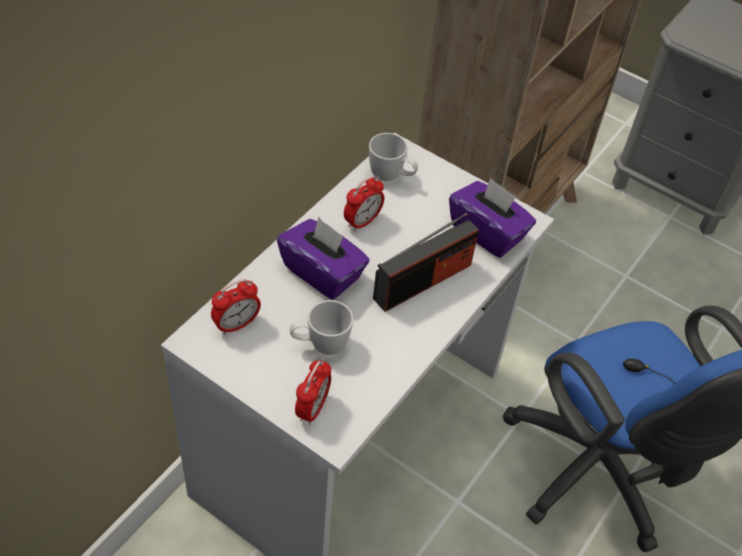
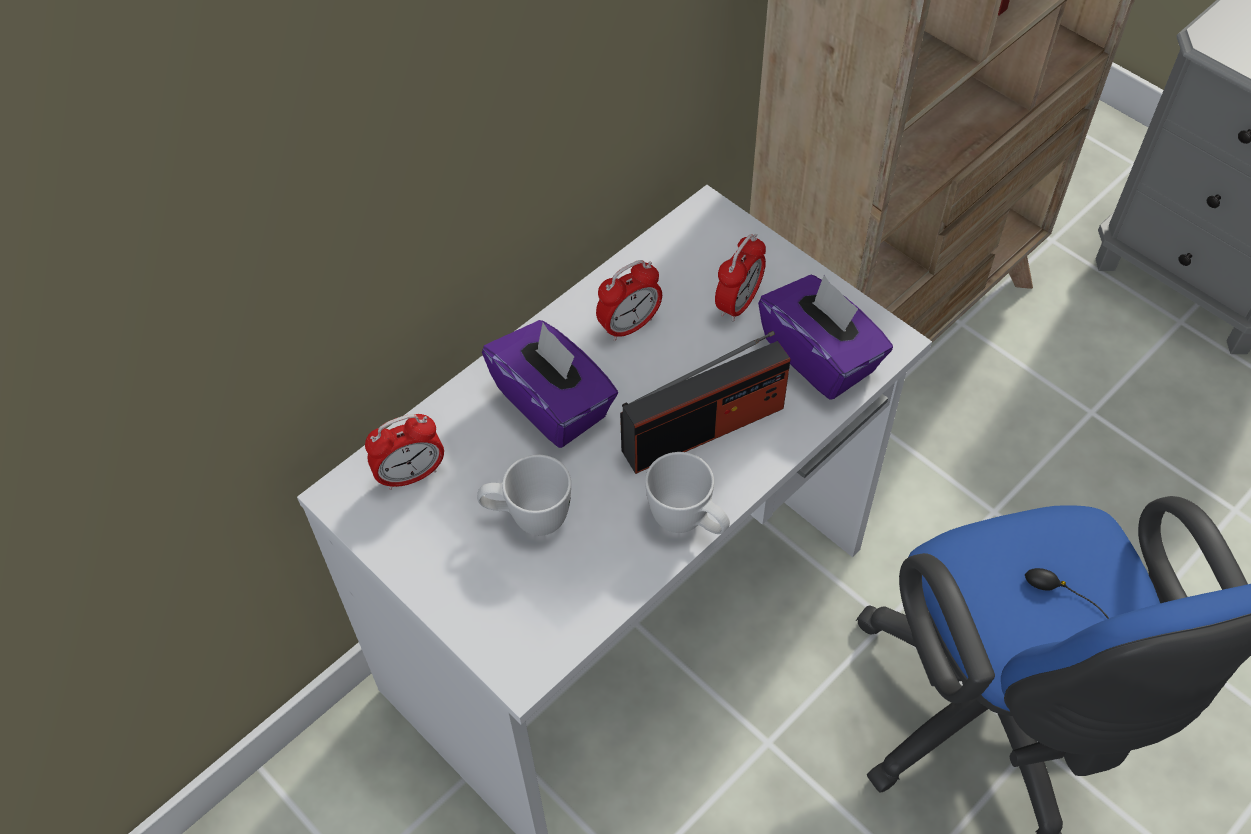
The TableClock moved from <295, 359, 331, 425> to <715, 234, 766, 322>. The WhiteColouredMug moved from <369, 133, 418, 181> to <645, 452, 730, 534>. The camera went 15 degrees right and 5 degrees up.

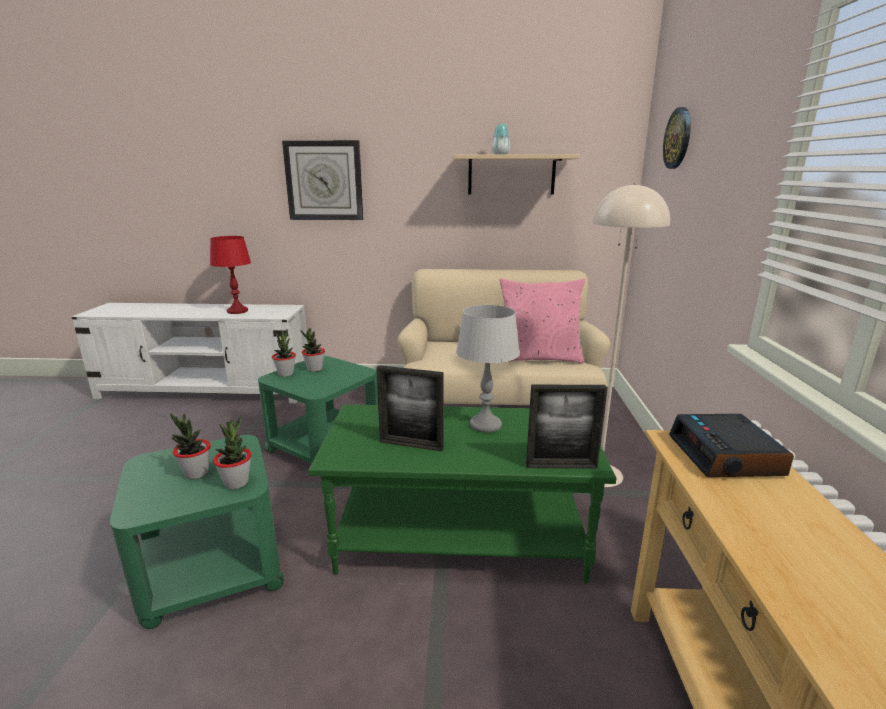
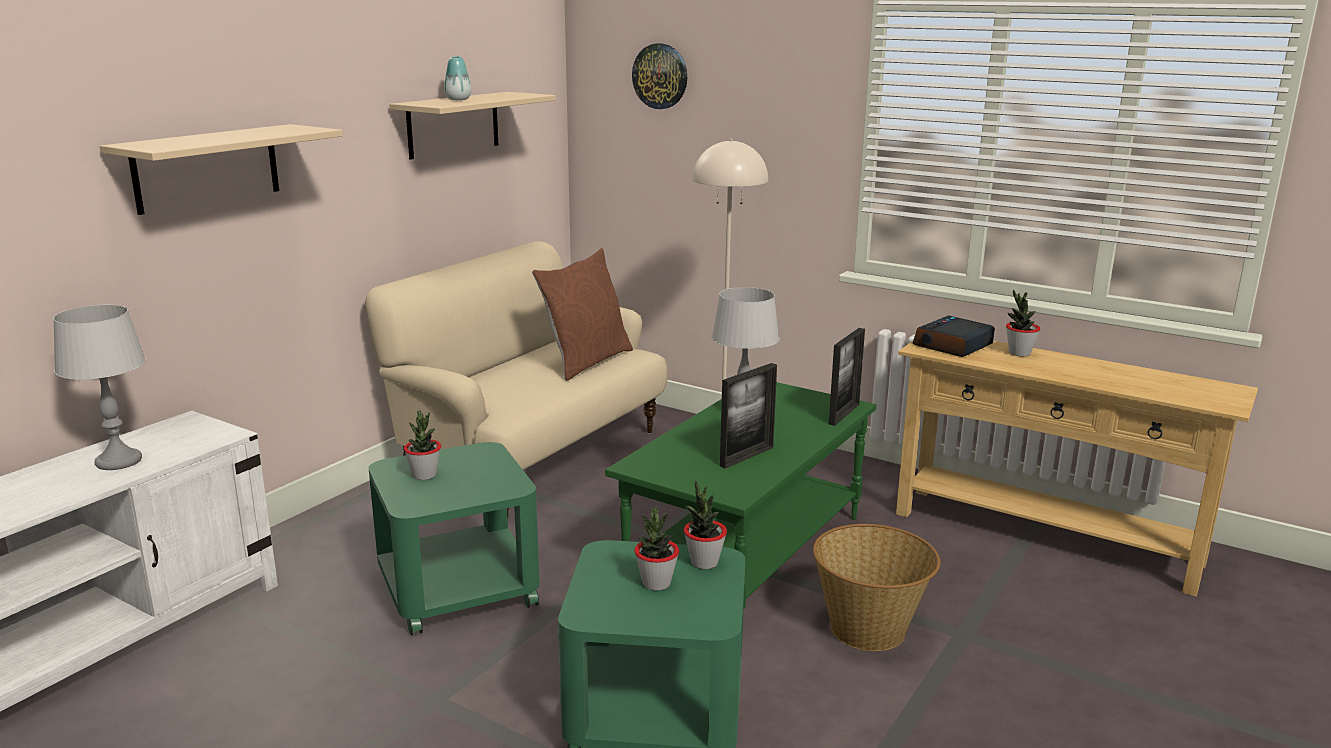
The HouseholdBasket at <813, 524, 940, 651> appeared. The PottedPlant moved from <272, 329, 296, 377> to <1006, 290, 1040, 357>. The HangingClock at <282, 140, 363, 220> was replaced by the BeigeColouredBracketShelf at <100, 124, 343, 215>. The ReddishTableLamp at <210, 236, 251, 314> became the GreyTableLamp at <53, 305, 146, 470>. The PinkCushion at <499, 278, 585, 364> became the BrownColouredCushion at <532, 248, 633, 381>. The TableClock at <669, 414, 794, 477> turned 105 degrees clockwise. The camera went 60 degrees left and 0 degrees up.

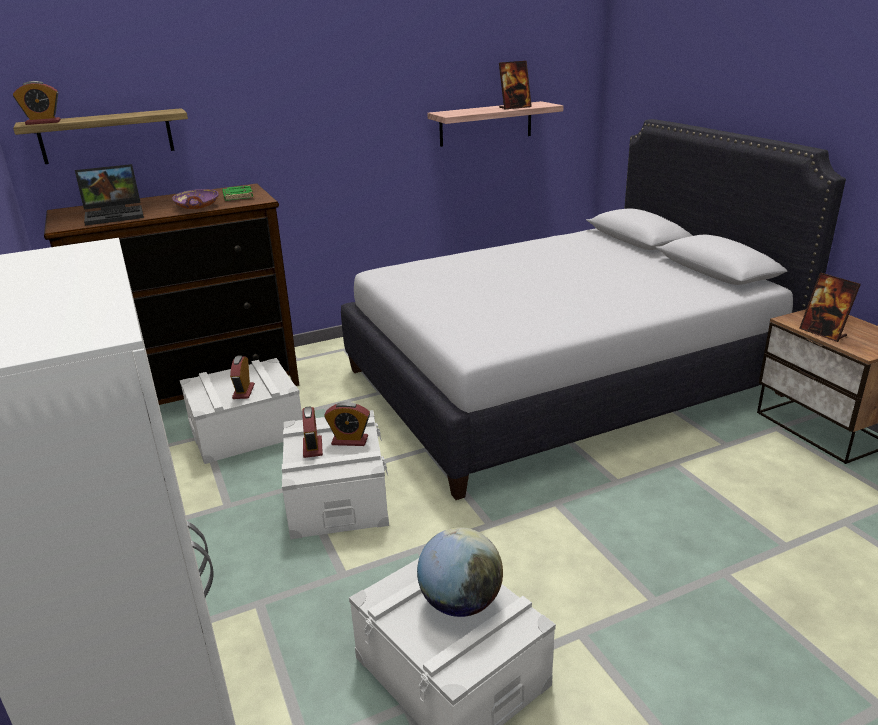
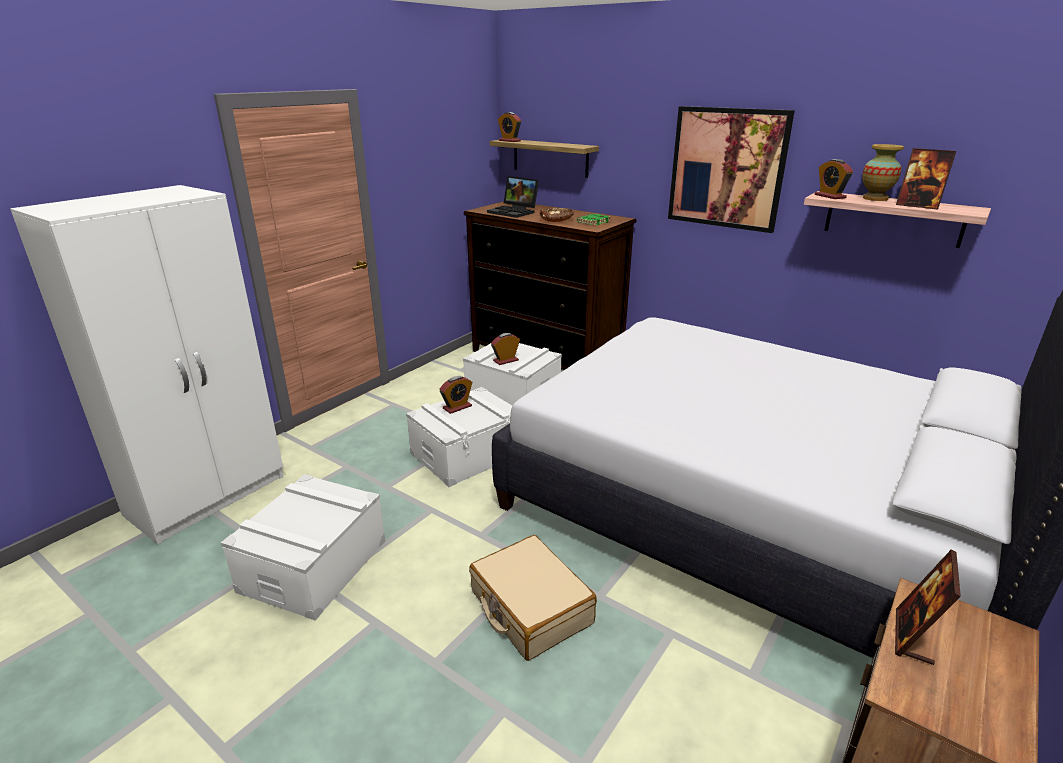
The WorldGlobe at <417, 527, 503, 617> disappeared. The BeigeColouredSuitcase at <469, 535, 597, 661> appeared. The WallArt at <668, 106, 795, 233> appeared. The Vase at <862, 144, 904, 201> appeared. The TableClock moved from <324, 402, 370, 446> to <815, 159, 853, 199>. The PurpleBowl at <172, 189, 219, 209> became the BrownColouredBowl at <540, 208, 574, 222>. The camera went 60 degrees right and 0 degrees up.

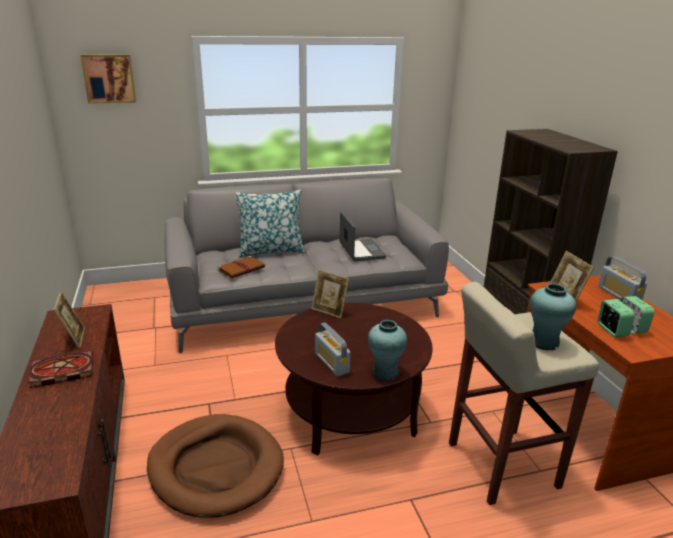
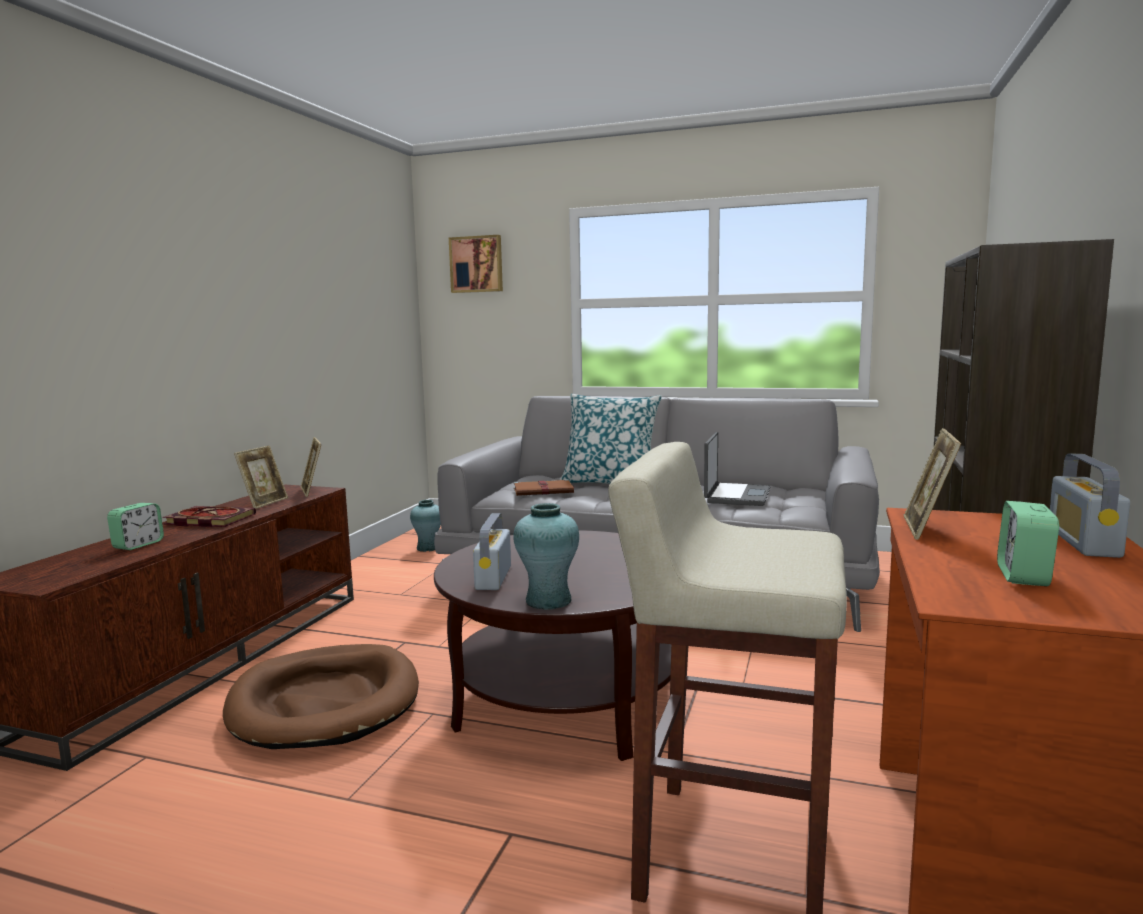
The PhotoFrame moved from <311, 270, 349, 318> to <300, 437, 321, 497>. The TurquoiseVase moved from <530, 283, 576, 350> to <410, 500, 441, 552>. The TableClock moved from <598, 299, 635, 338> to <107, 503, 164, 550>. The camera went 35 degrees right and 15 degrees down.

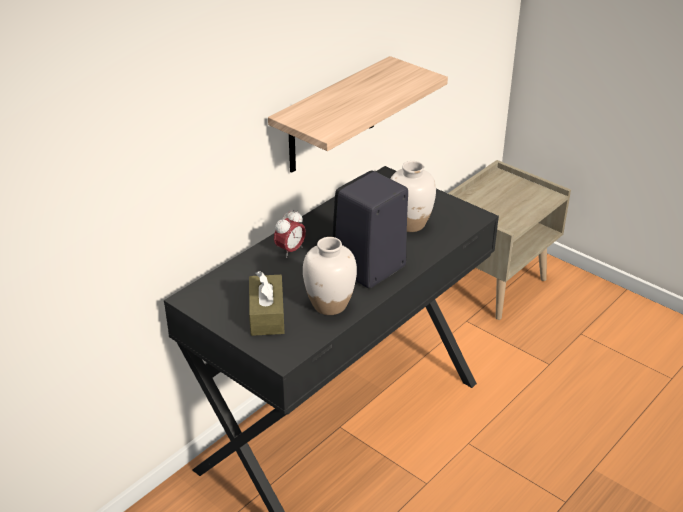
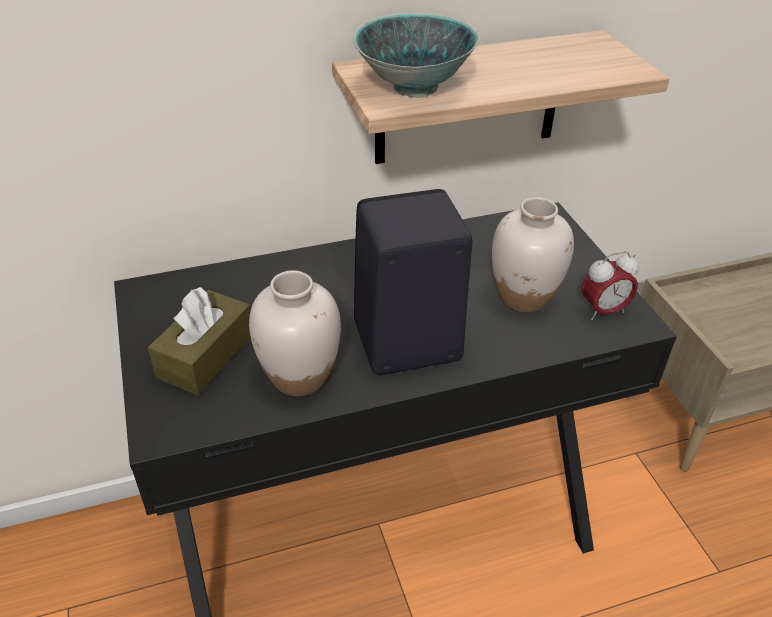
The Bowl at <353, 13, 479, 98> appeared. The TableClock moved from <274, 210, 306, 258> to <582, 251, 639, 320>. The camera went 30 degrees right and 5 degrees up.

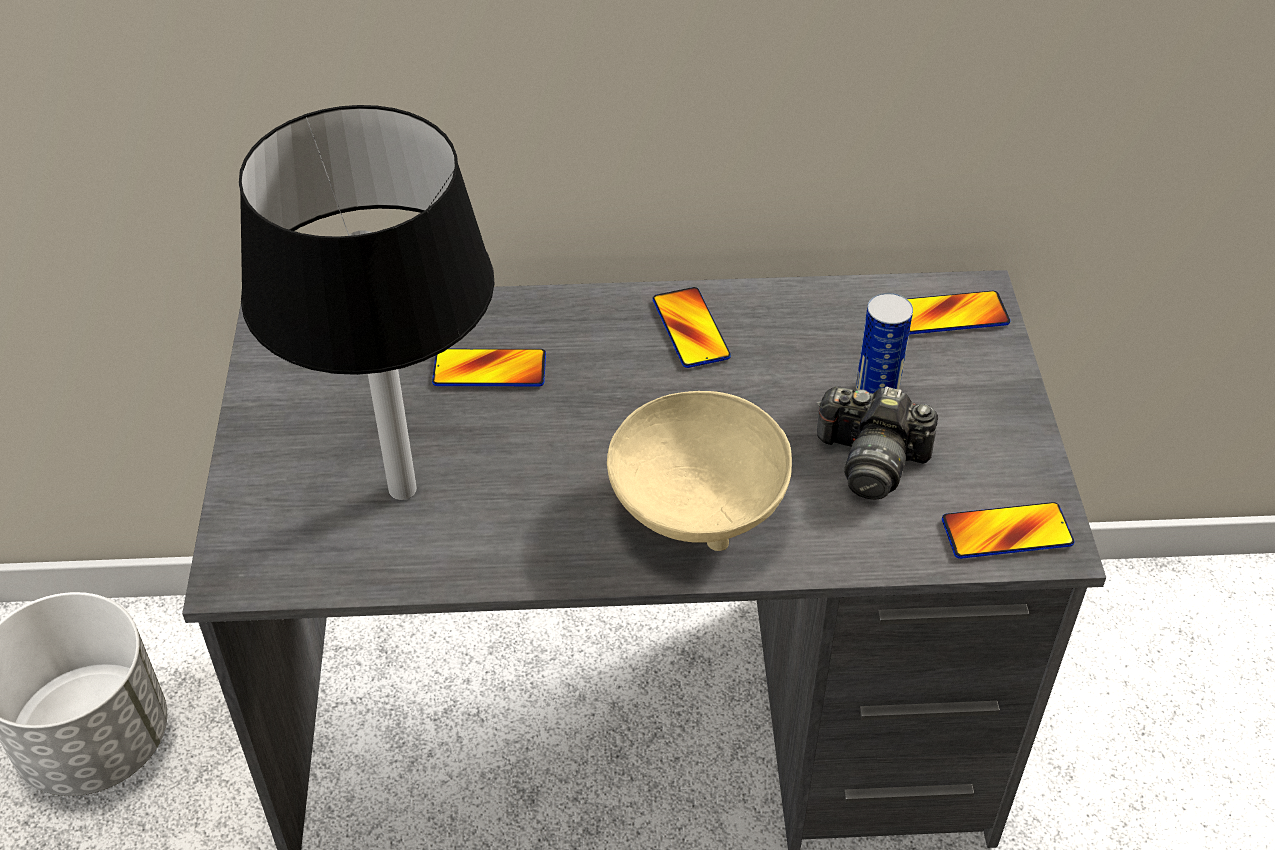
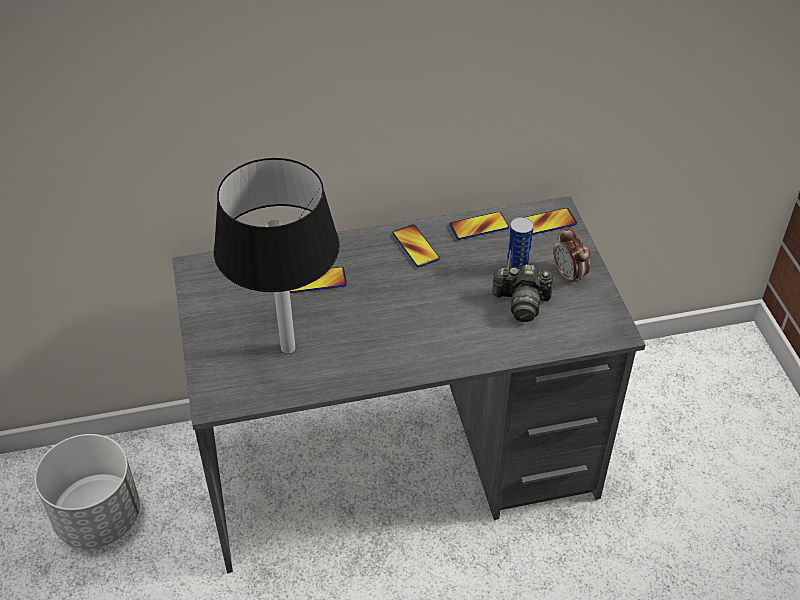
The BeigeColouredBowl at <607, 391, 792, 551> disappeared. The TableClock at <553, 227, 590, 285> appeared. The Telephone moved from <942, 502, 1074, 559> to <449, 212, 509, 240>. The camera went 10 degrees left and 0 degrees up.

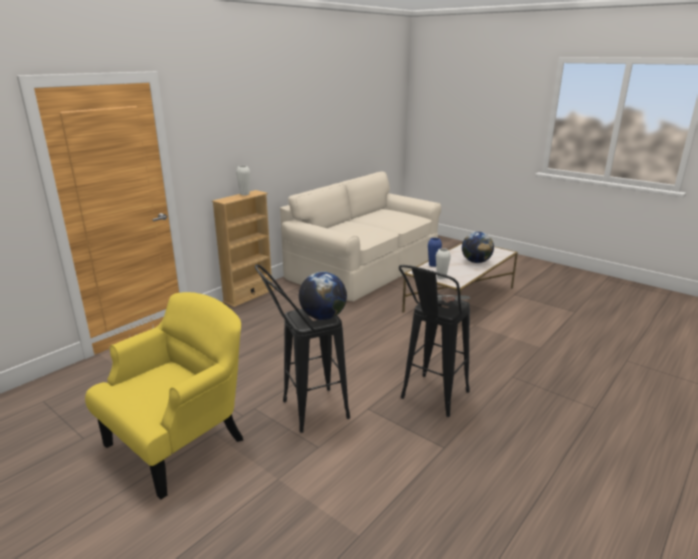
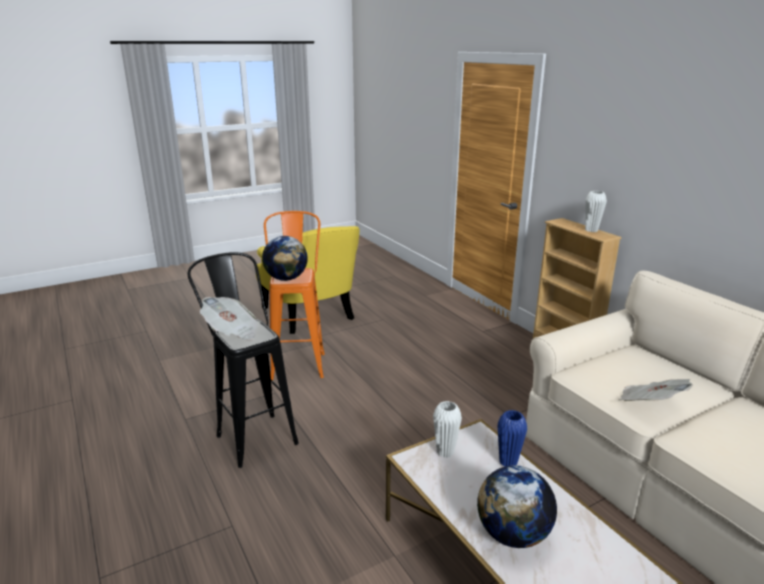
The DailyPaper at <618, 379, 693, 401> appeared. The BlackColouredStoolSeat at <255, 264, 350, 433> became the OrangeStoolSeat at <264, 211, 325, 380>. The camera went 110 degrees right and 0 degrees up.

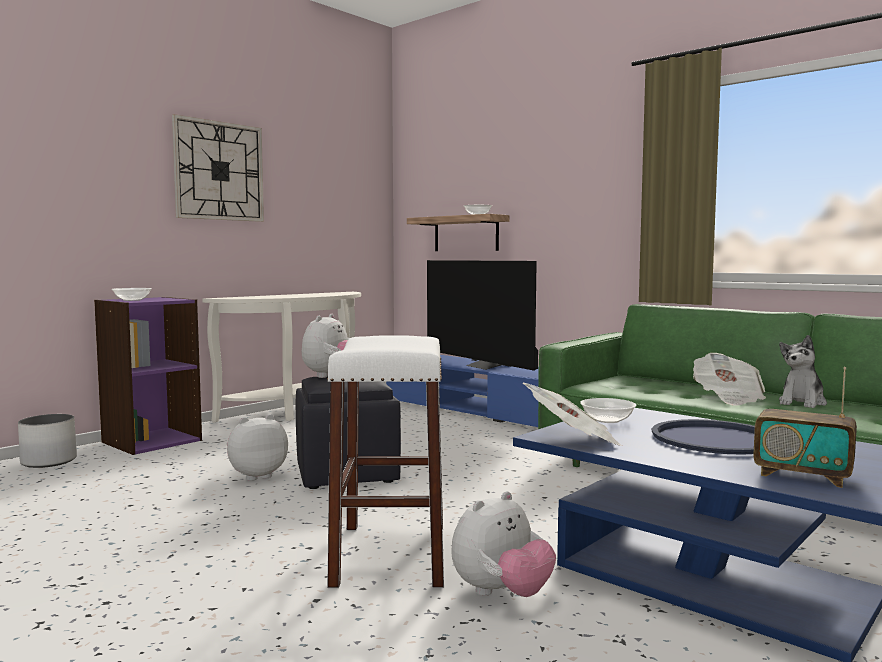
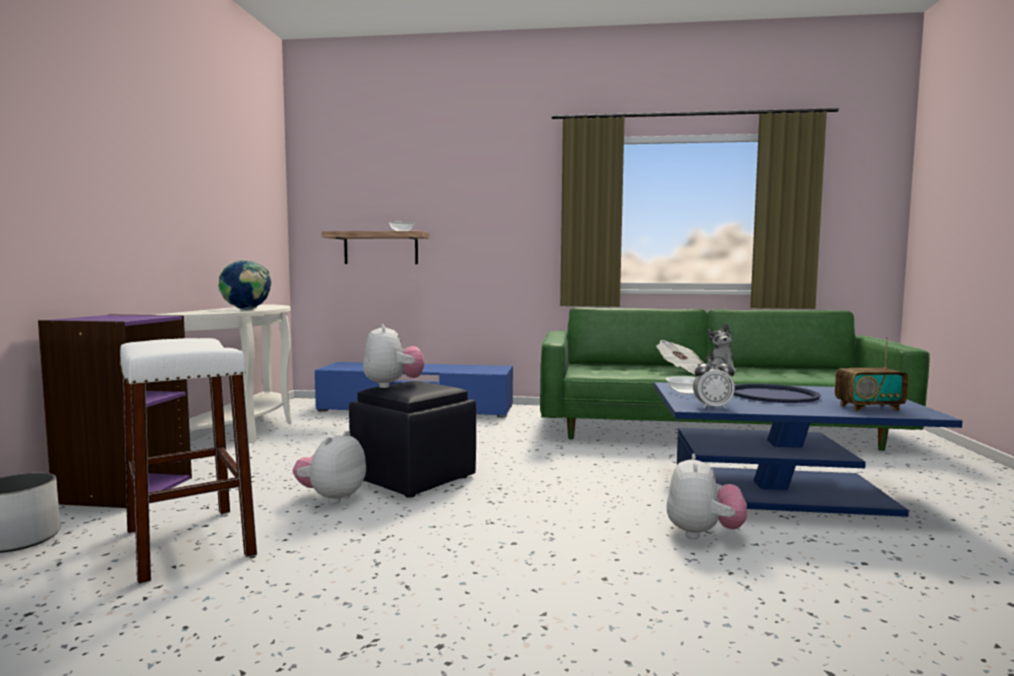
The Bowl at <112, 288, 152, 301> disappeared. The HangingClock at <172, 114, 264, 222> disappeared. The Tv at <427, 260, 538, 371> disappeared. The WorldGlobe at <218, 260, 271, 310> appeared. The WhiteColouredStoolSeat moved from <327, 335, 444, 588> to <119, 338, 257, 584>. The DailyPaper at <522, 382, 622, 446> was replaced by the TableClock at <693, 356, 735, 409>. The camera went 35 degrees left and 0 degrees up.

